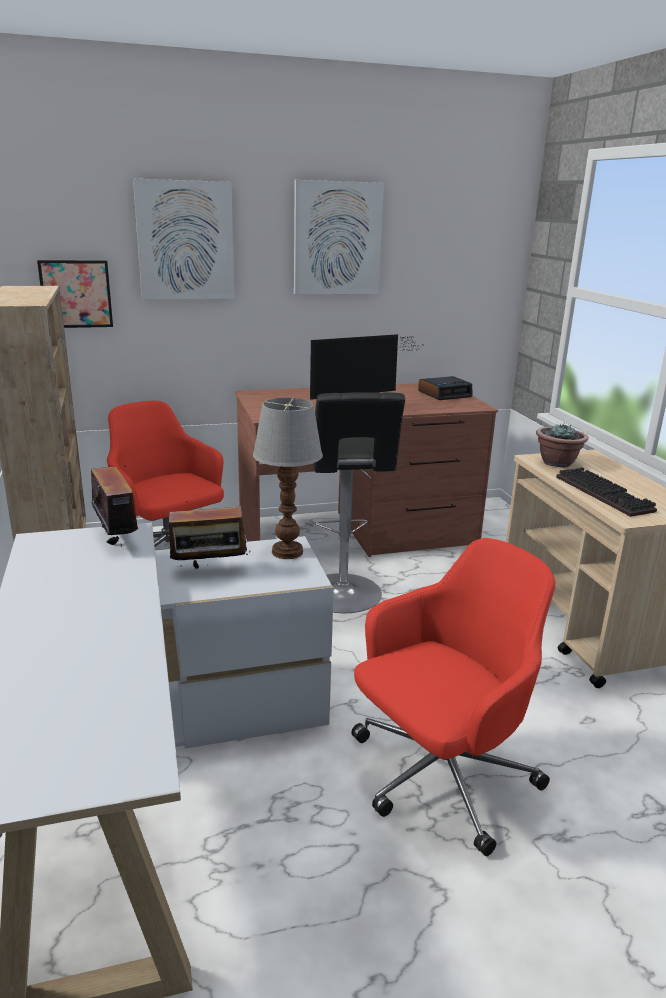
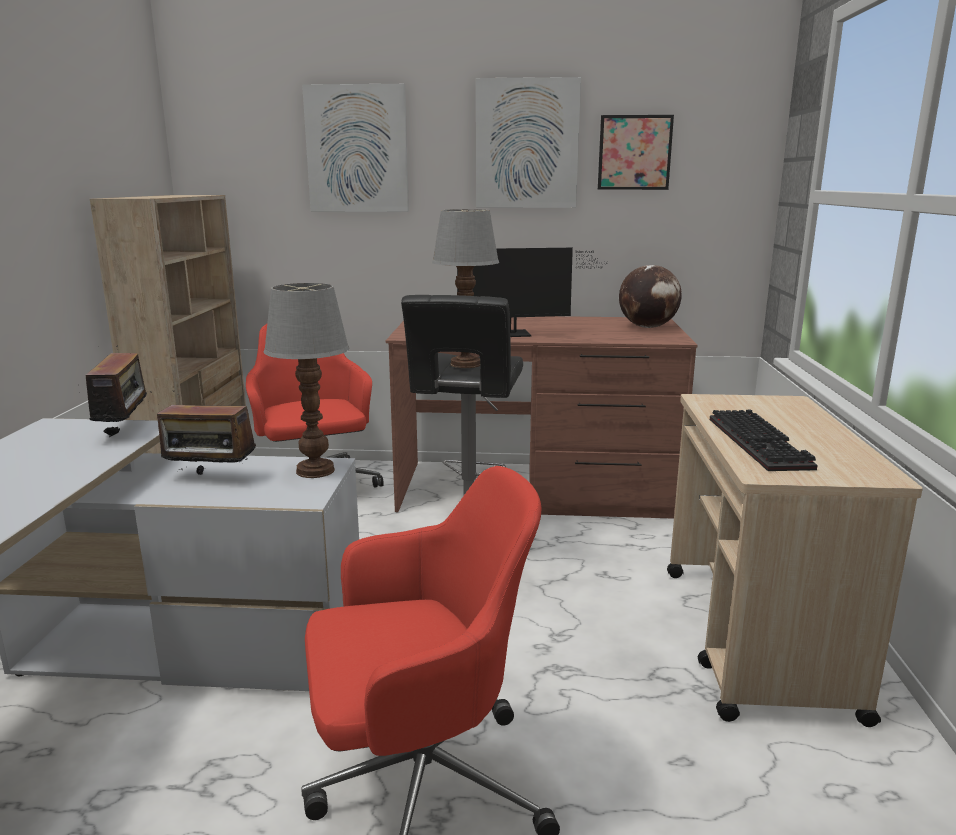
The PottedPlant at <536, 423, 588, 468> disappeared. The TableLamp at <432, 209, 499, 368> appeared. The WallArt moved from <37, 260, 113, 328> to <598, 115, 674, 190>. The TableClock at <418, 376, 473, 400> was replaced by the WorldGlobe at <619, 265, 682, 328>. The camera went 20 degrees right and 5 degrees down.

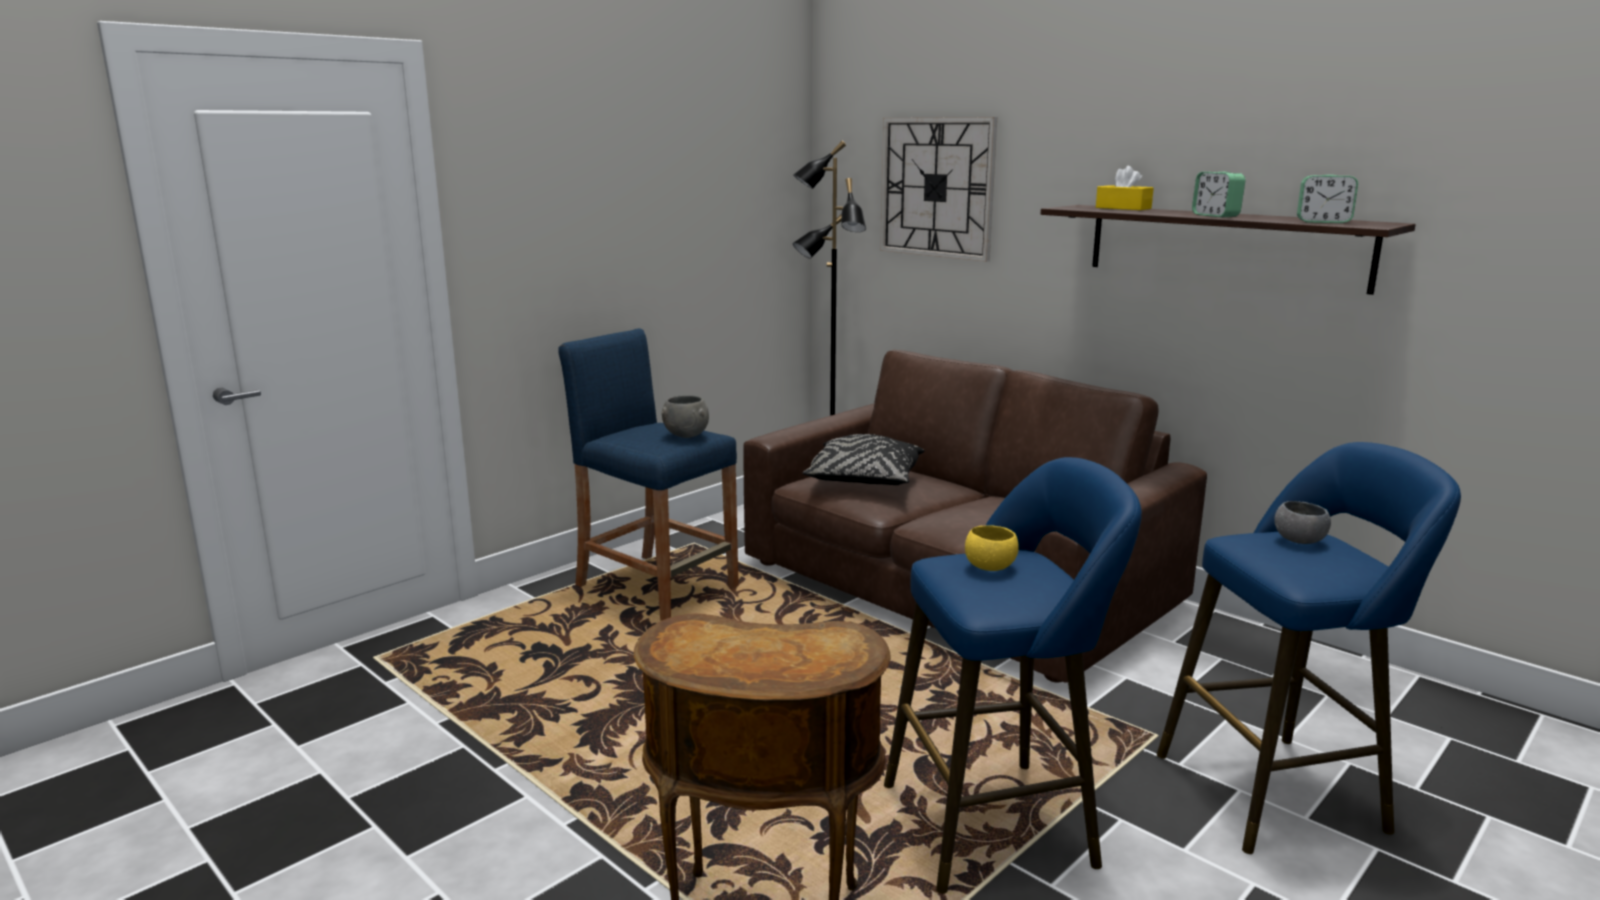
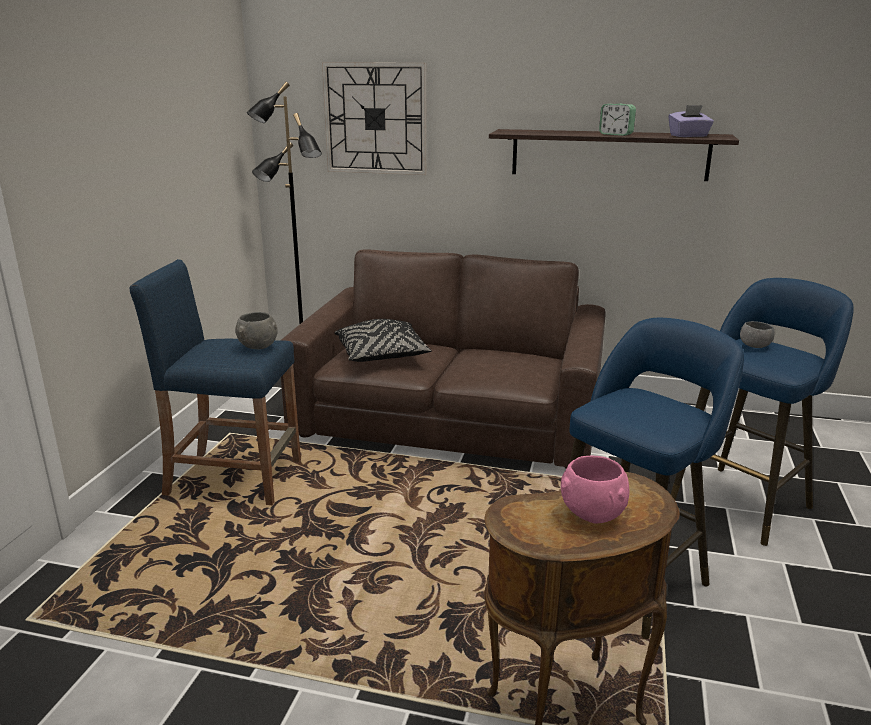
The YellowBowl at <965, 525, 1019, 571> disappeared. The YellowTissueHolder at <1096, 166, 1154, 210> disappeared. The PinkBowl at <561, 456, 629, 524> appeared. The TableClock at <1297, 175, 1358, 223> was replaced by the PurpleTissueHolder at <668, 105, 714, 137>. The camera went 30 degrees left and 5 degrees up.

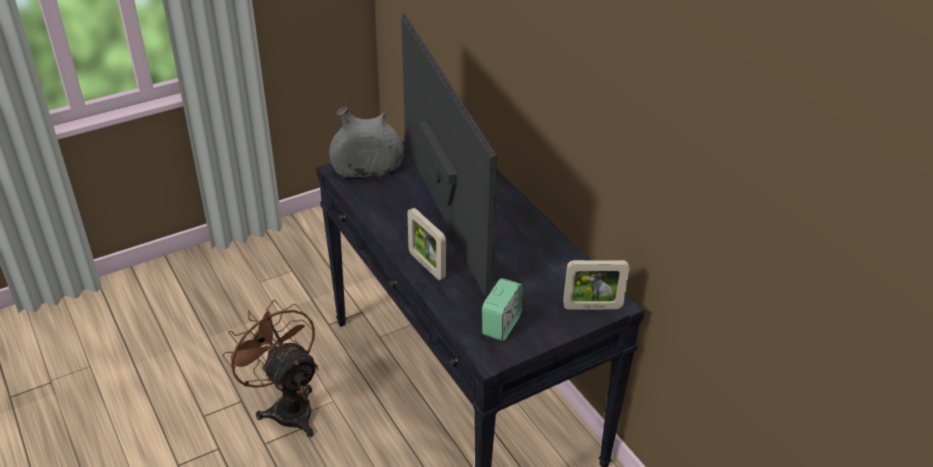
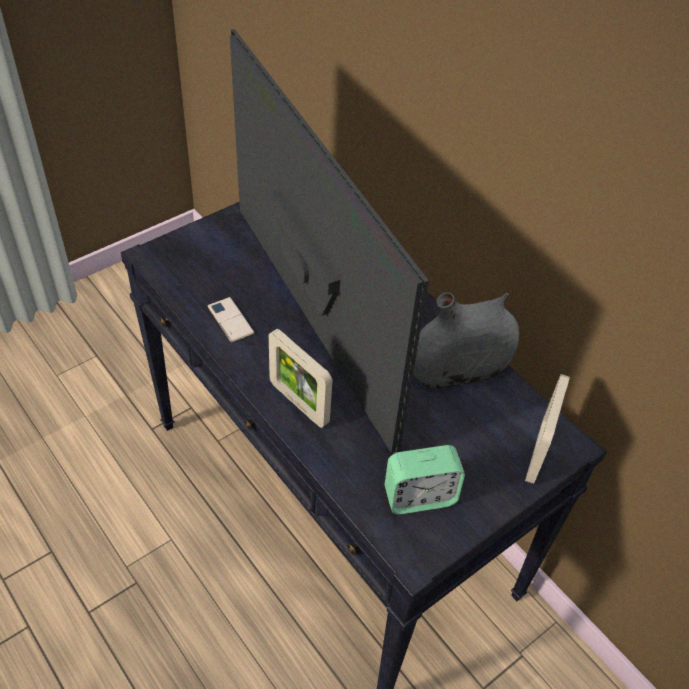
The BrownColouredElectricFan at <223, 300, 319, 437> disappeared. The Telephone at <208, 297, 254, 343> appeared. The GreyVase moved from <329, 107, 404, 179> to <413, 292, 519, 388>. The TableClock at <482, 278, 523, 341> turned 60 degrees clockwise. The PhotoFrame at <563, 260, 629, 310> turned 120 degrees clockwise. The camera went 10 degrees left and 10 degrees up.

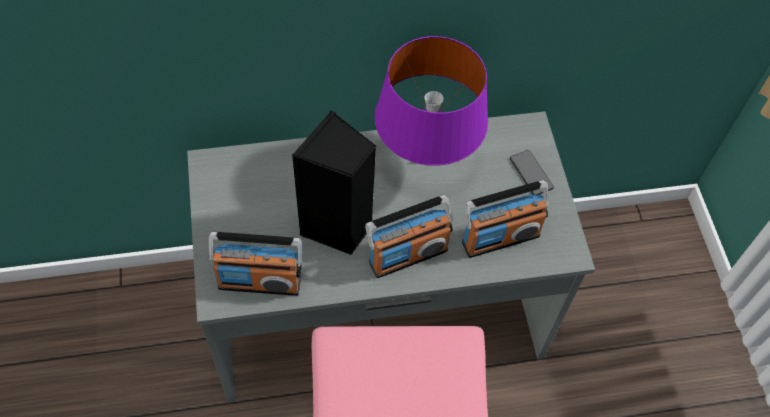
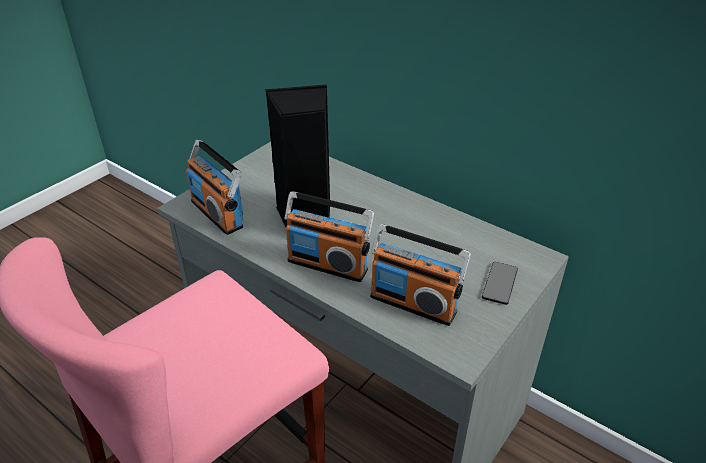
The PurpleTableLamp at <375, 36, 488, 166> disappeared. The camera went 50 degrees right and 20 degrees down.

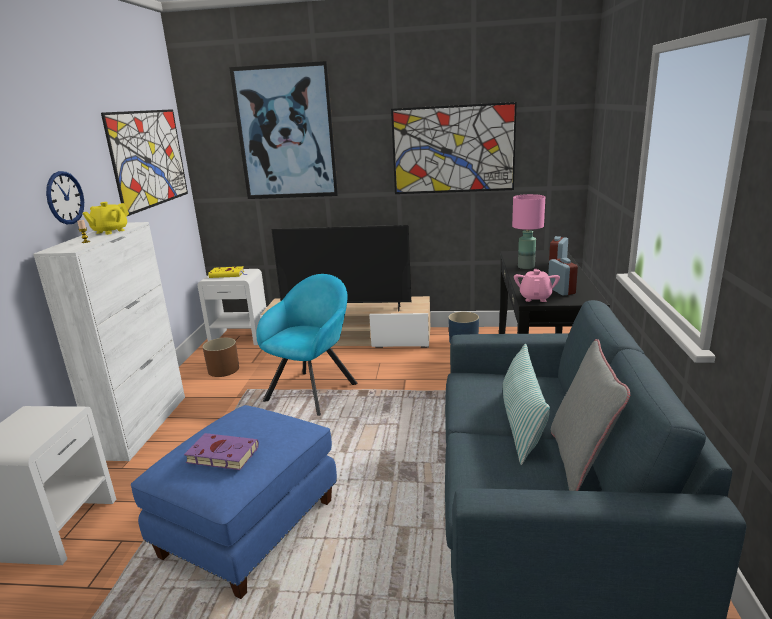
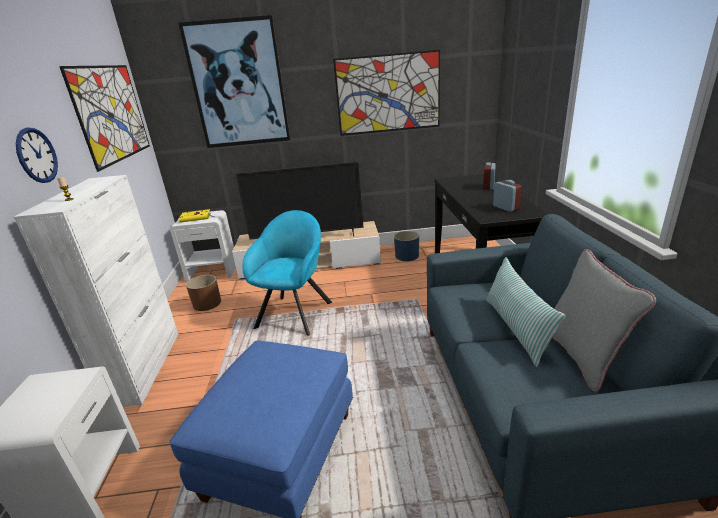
The YellowTeapot at <82, 202, 129, 235> disappeared. The PurpleBook at <184, 433, 259, 470> disappeared. The PinkTableLamp at <512, 194, 545, 269> disappeared. The PinkTeapot at <514, 269, 560, 302> disappeared. The camera went 10 degrees left and 5 degrees up.

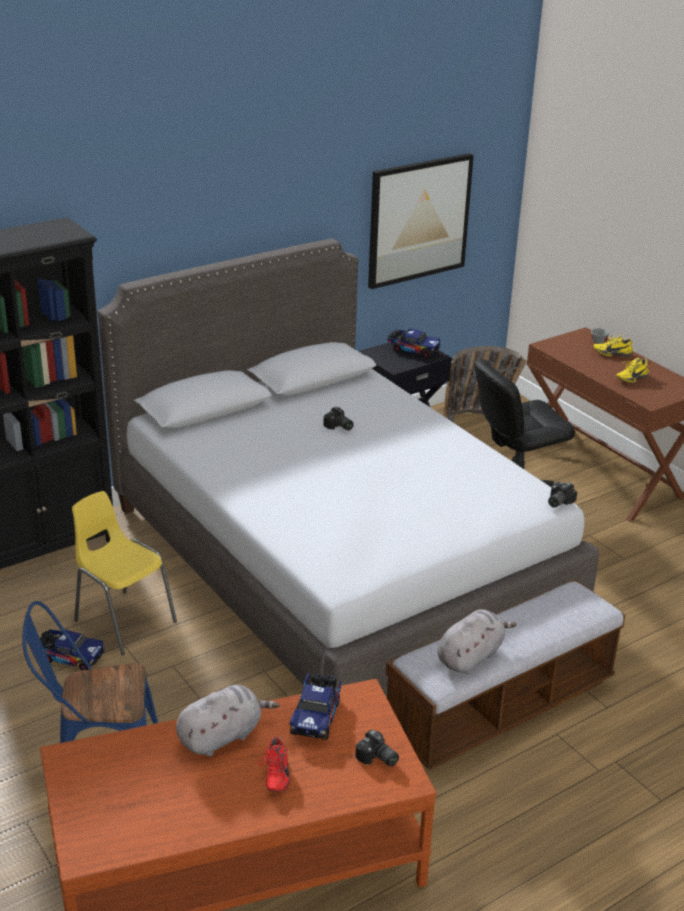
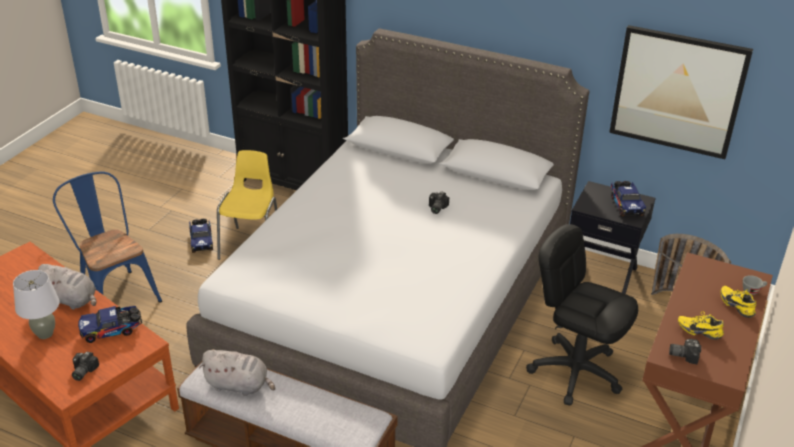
The PhotoCamera moved from <548, 482, 577, 508> to <669, 339, 701, 364>. The ReddishShoe at <258, 737, 290, 792> was replaced by the GreyTableLamp at <13, 270, 60, 339>. The camera went 60 degrees right and 5 degrees up.

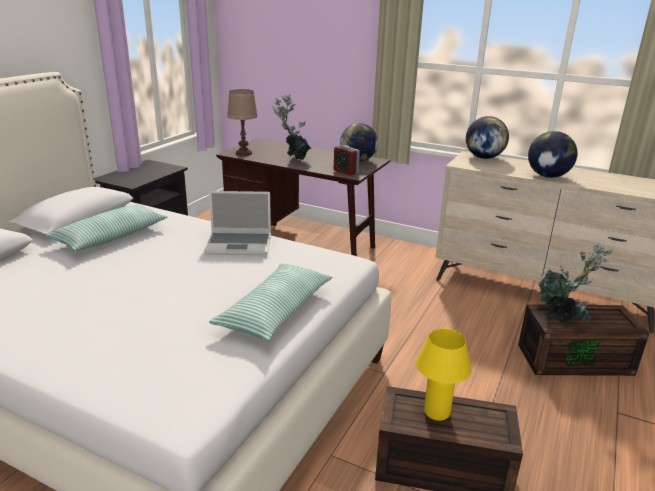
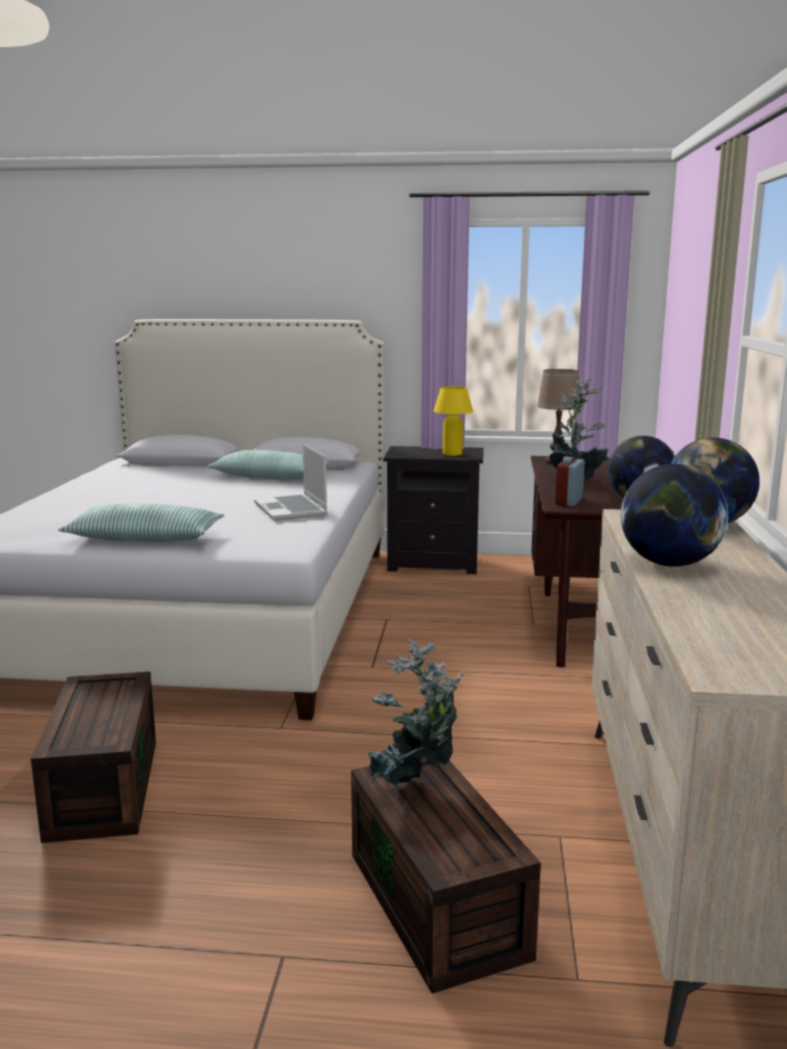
The YellowTableLamp moved from <416, 329, 472, 421> to <434, 386, 473, 456>. The camera went 70 degrees right and 10 degrees down.

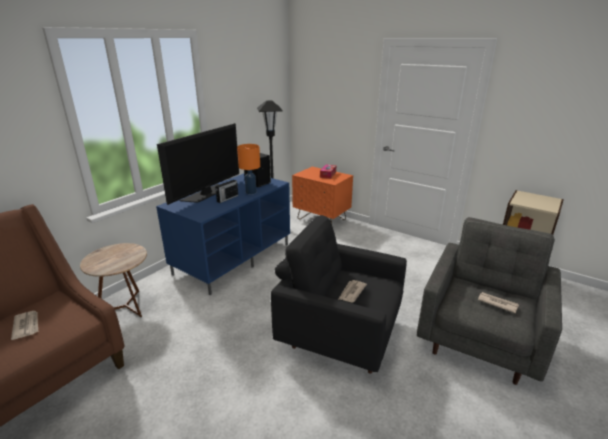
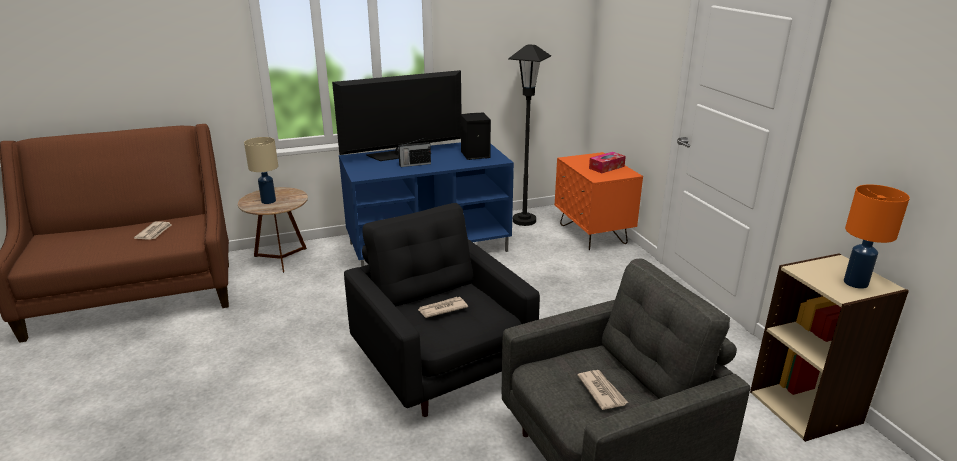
The BeigeColouredTableLamp at <244, 137, 278, 204> appeared. The OrangeTableLamp moved from <237, 144, 260, 194> to <844, 184, 910, 289>. The camera went 35 degrees right and 0 degrees up.

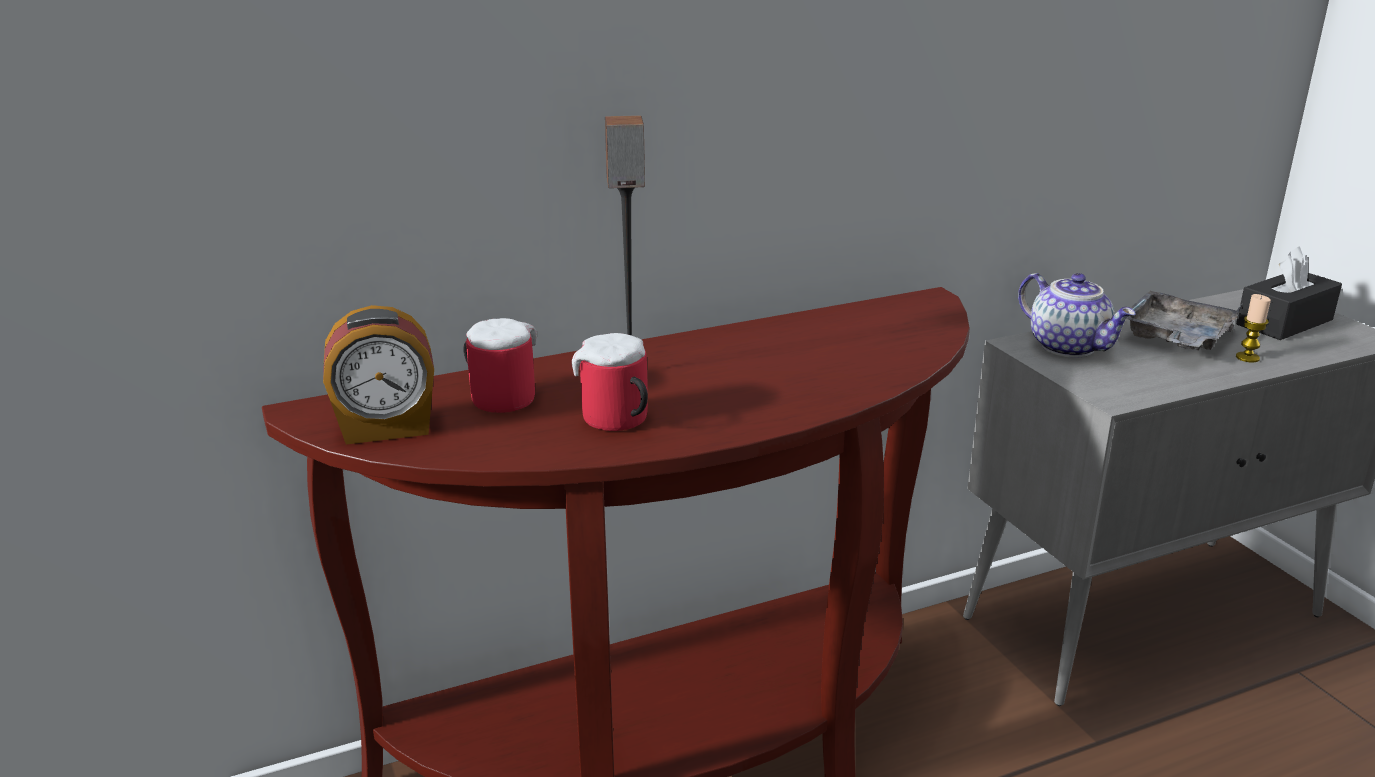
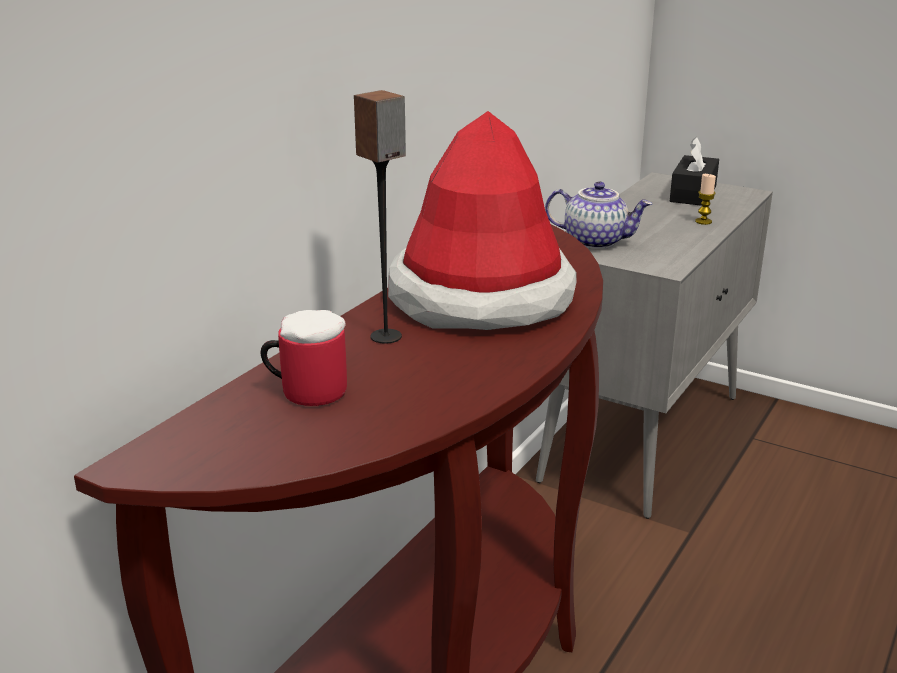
The TableClock at <323, 305, 434, 445> disappeared. The Mug at <572, 333, 648, 431> disappeared. The GreyServingTray at <1126, 291, 1243, 350> disappeared. The Hat at <388, 111, 577, 330> appeared. The camera went 35 degrees left and 0 degrees up.

